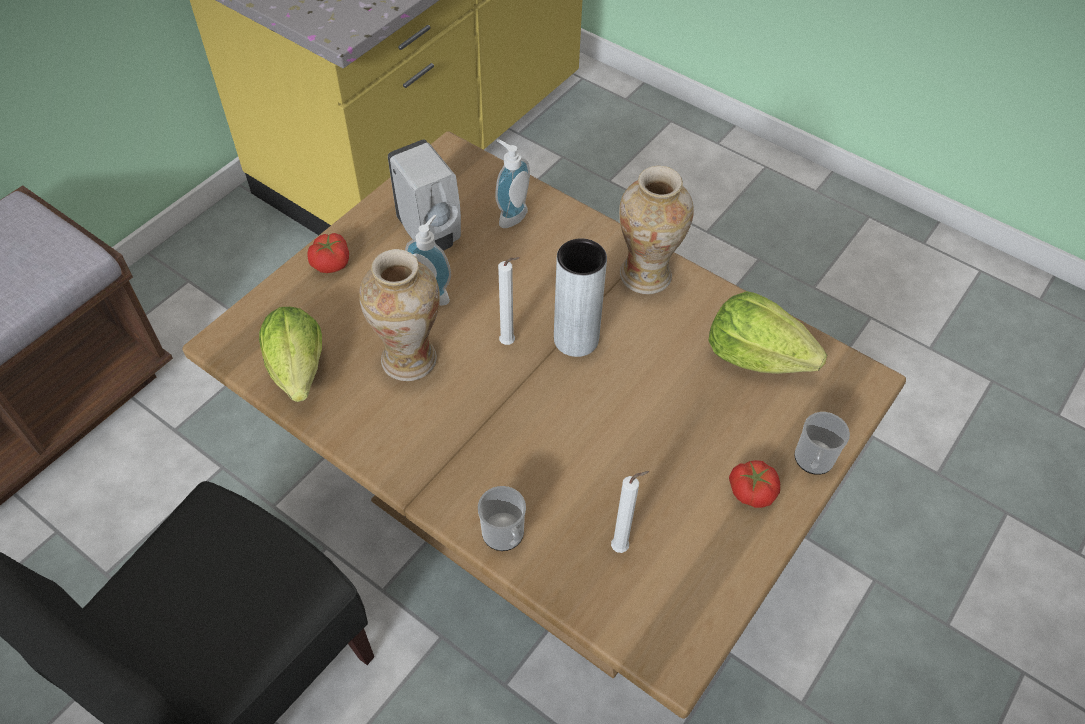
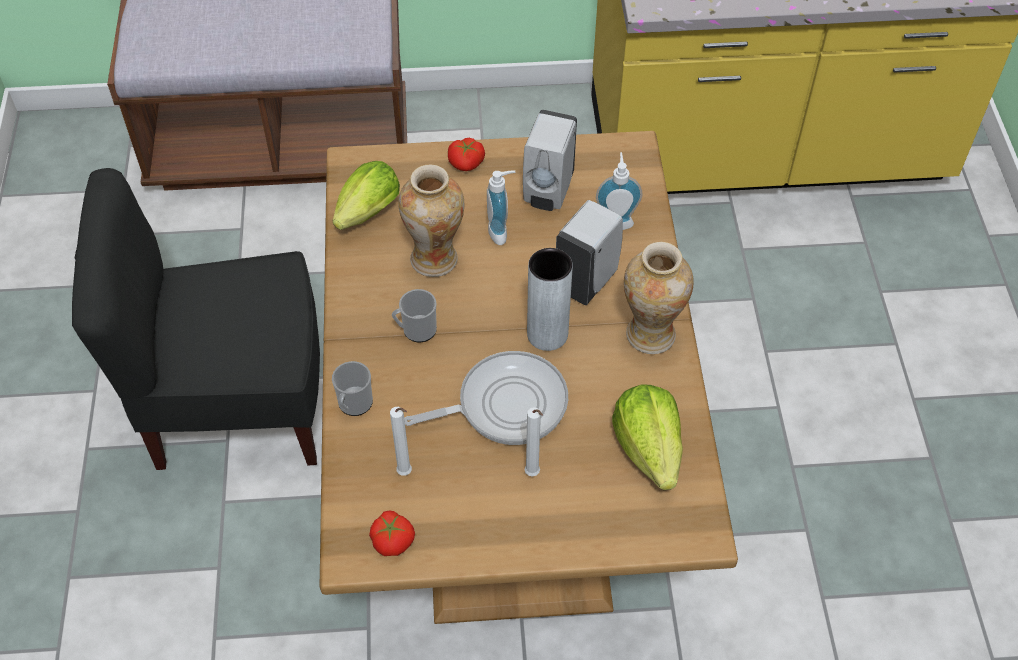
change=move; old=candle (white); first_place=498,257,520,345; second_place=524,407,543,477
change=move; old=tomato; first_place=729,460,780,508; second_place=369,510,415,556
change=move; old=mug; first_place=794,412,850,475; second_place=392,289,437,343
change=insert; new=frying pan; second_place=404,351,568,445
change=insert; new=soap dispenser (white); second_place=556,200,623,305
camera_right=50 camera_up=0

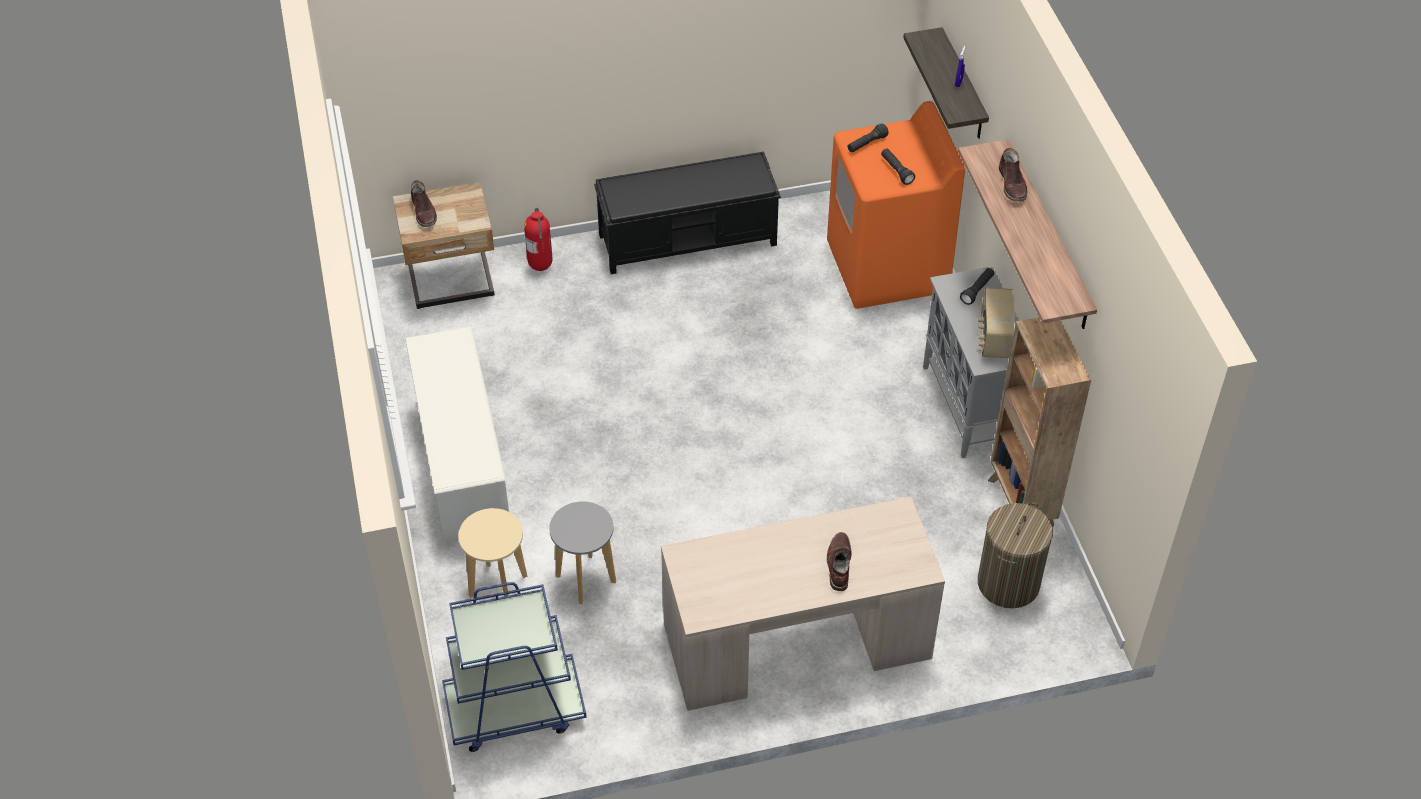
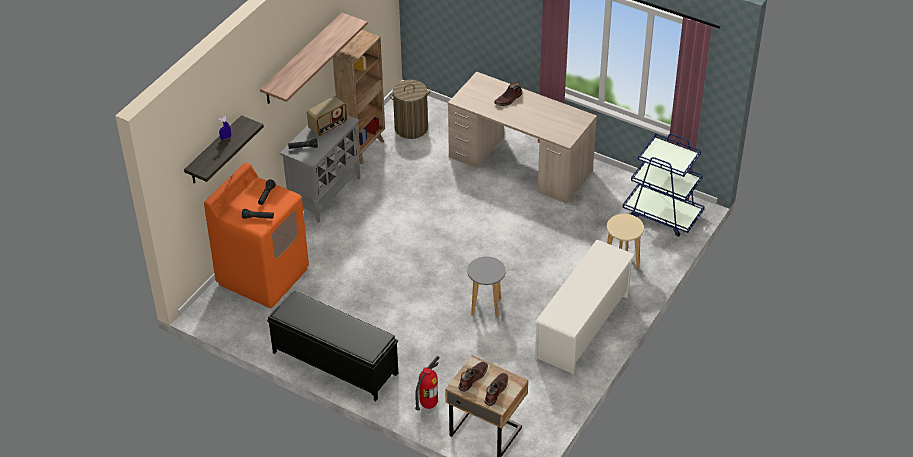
change=move; old=stool (grey); first_place=549,501,616,604; second_place=467,256,506,317
change=move; old=boot (brown); first_place=999,148,1027,202; second_place=458,362,488,392
camera_right=-135 camera_up=-5

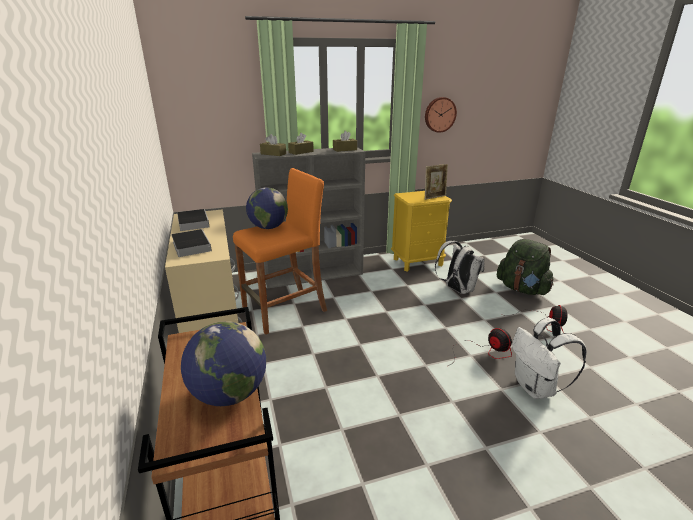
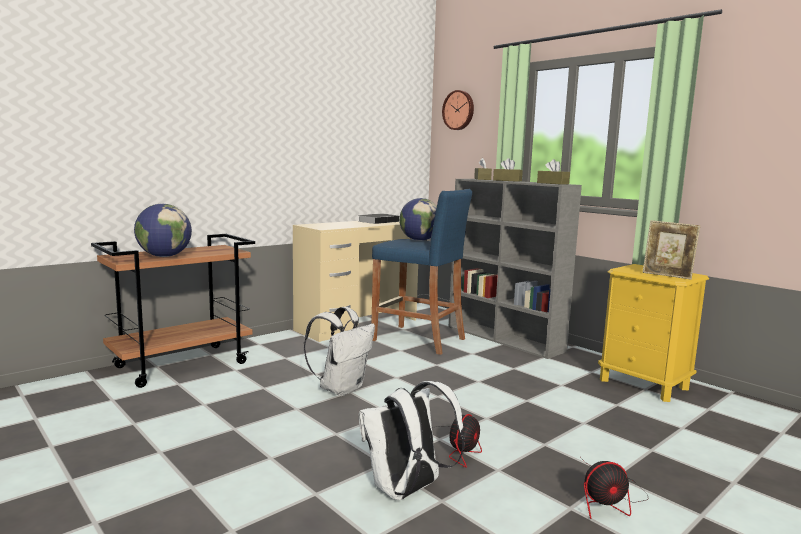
change=delete; old=book; first_place=171,229,212,257
change=recolor; old=stool (orange); new=stool (blue); first_place=233,168,327,335; second_place=371,189,472,355
change=move; old=wall clock; first_place=425,97,457,133; second_place=442,90,474,130
change=move; old=backpack (white); first_place=435,241,485,294; second_place=304,307,375,396
change=delete; old=backpack (green); first_place=497,239,554,295
camera_right=65 camera_up=-15

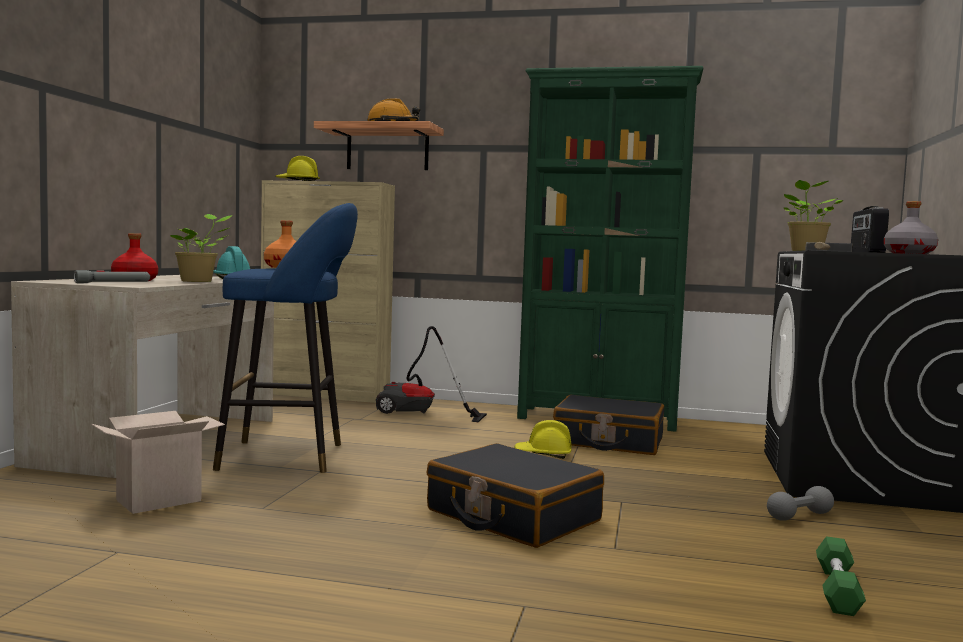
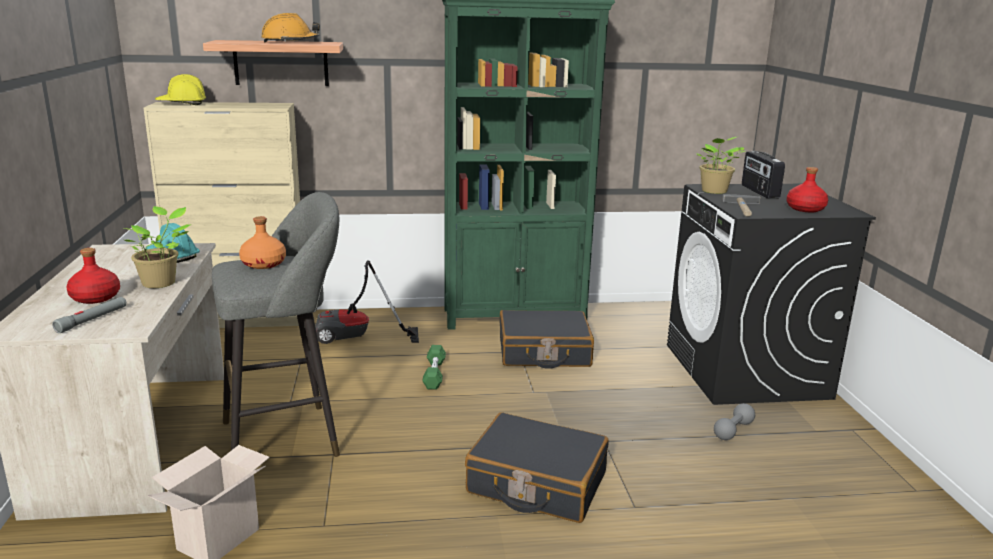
change=recolor; old=stool (blue); new=stool (grey); first_place=213,203,358,473; second_place=212,192,340,457
change=delete; old=hard hat (yellow); first_place=514,420,572,459
change=move; old=dumbbell (green); first_place=816,536,866,616; second_place=422,345,446,390
change=recolor; old=bottle (grey); new=bottle (red); first_place=884,201,938,254; second_place=786,167,828,212
camera_right=-20 camera_up=15

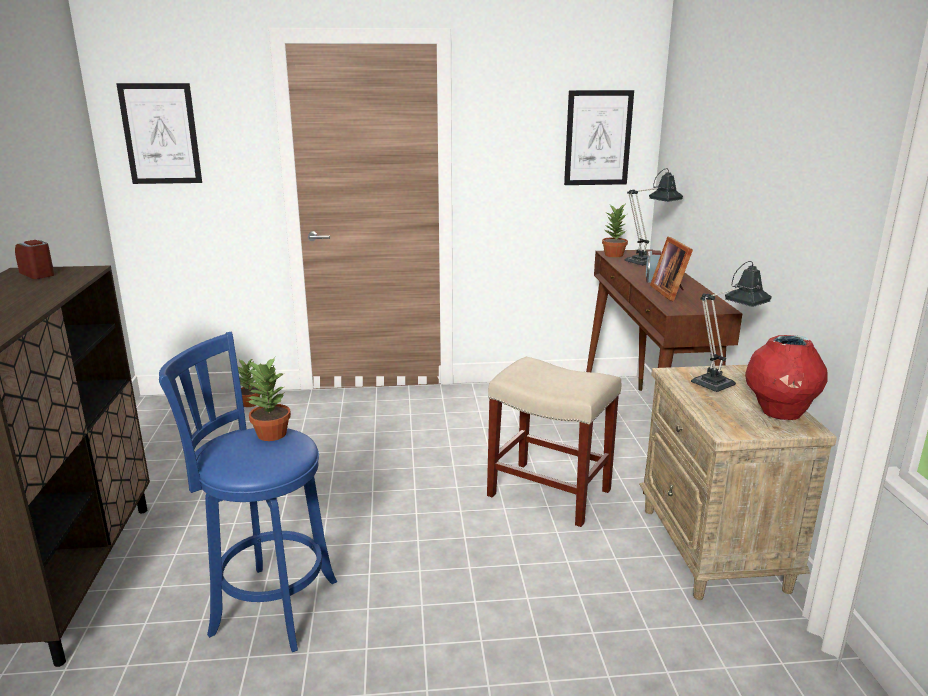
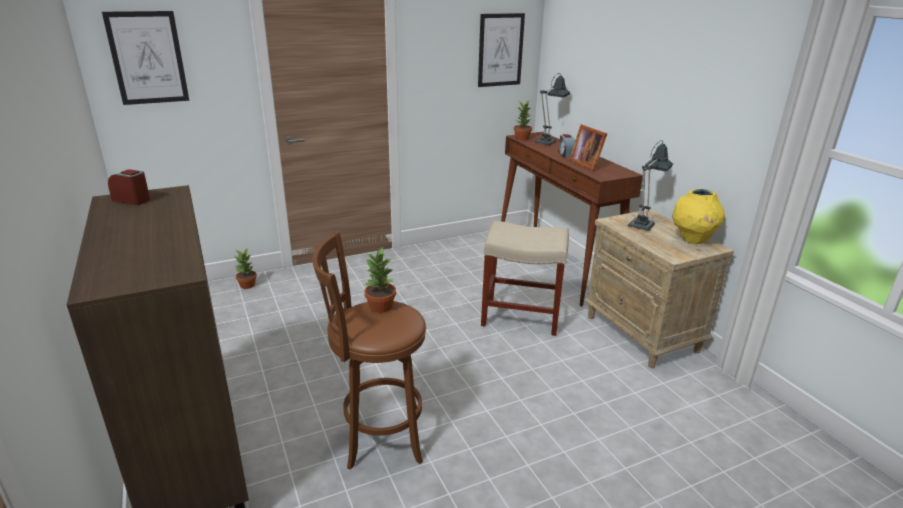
change=recolor; old=stool (blue); new=stool (brown); first_place=159,332,337,652; second_place=312,231,426,470
change=recolor; old=vase (red); new=vase (yellow); first_place=745,335,827,420; second_place=672,188,725,244
camera_right=-20 camera_up=5

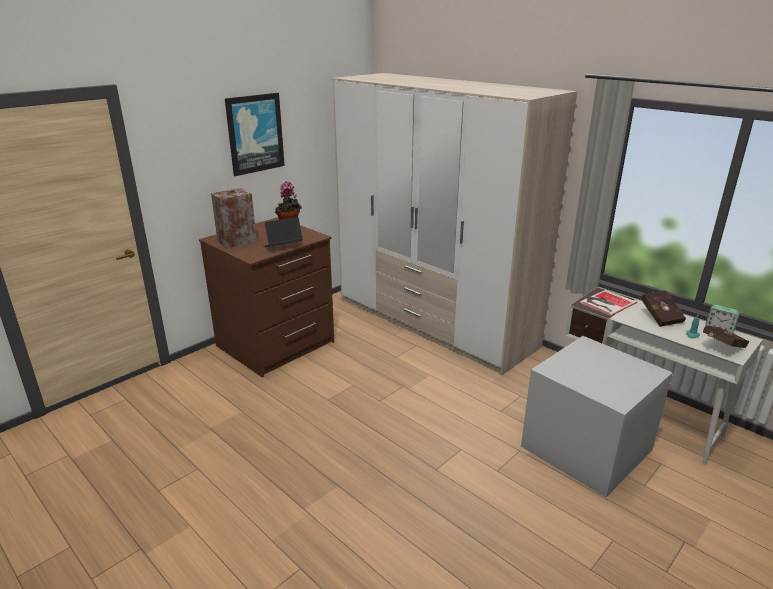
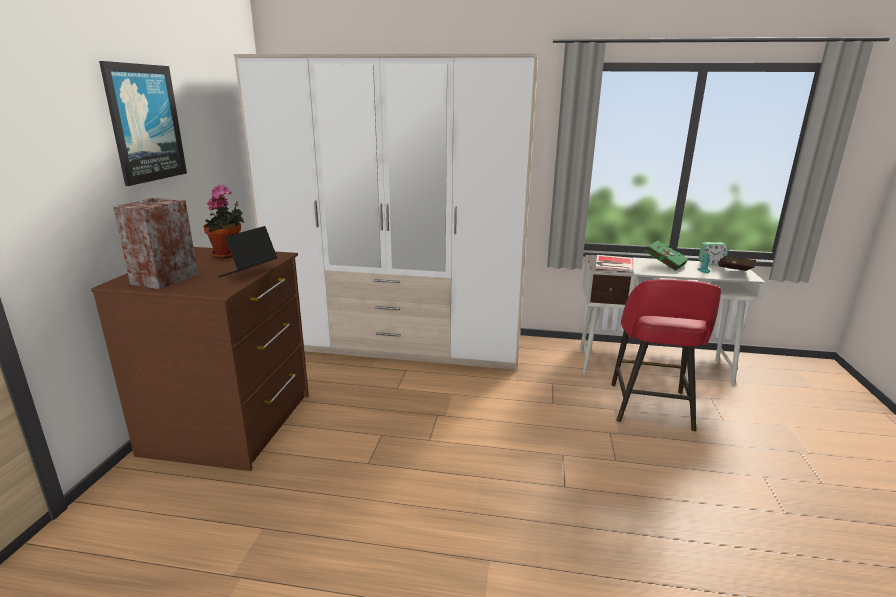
change=replace; old=storage box (grey); new=stool (red); first_place=521,336,673,497; second_place=611,279,721,432
change=recolor; old=book (red); new=book (green); first_place=640,290,686,327; second_place=645,241,688,271
camera_right=-35 camera_up=-5

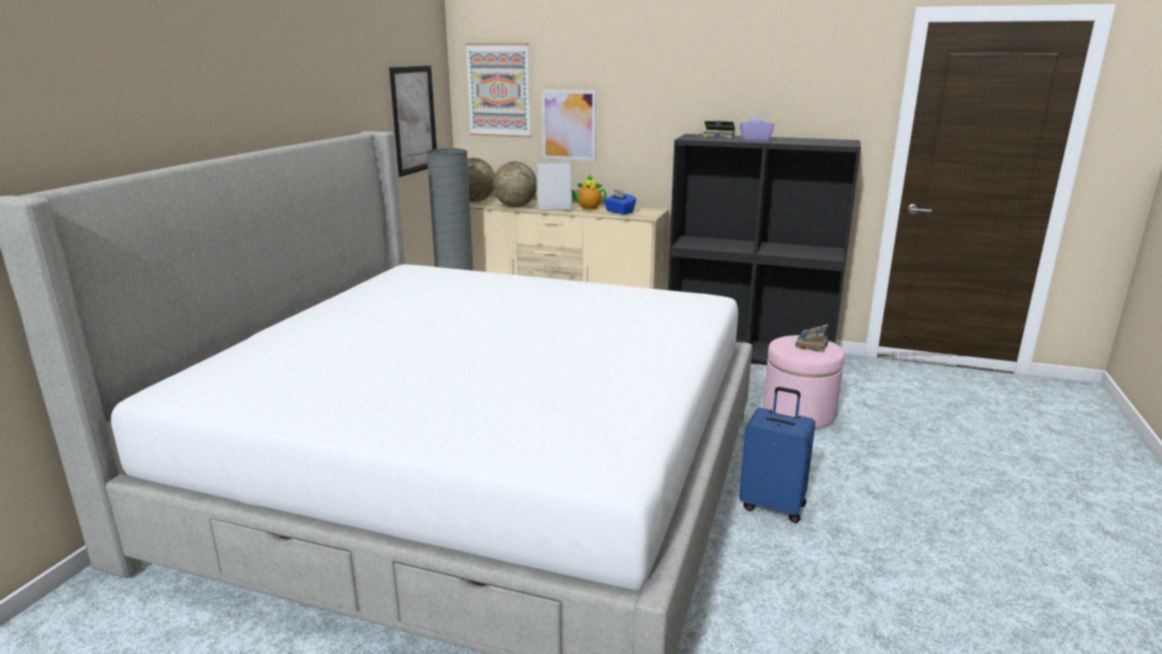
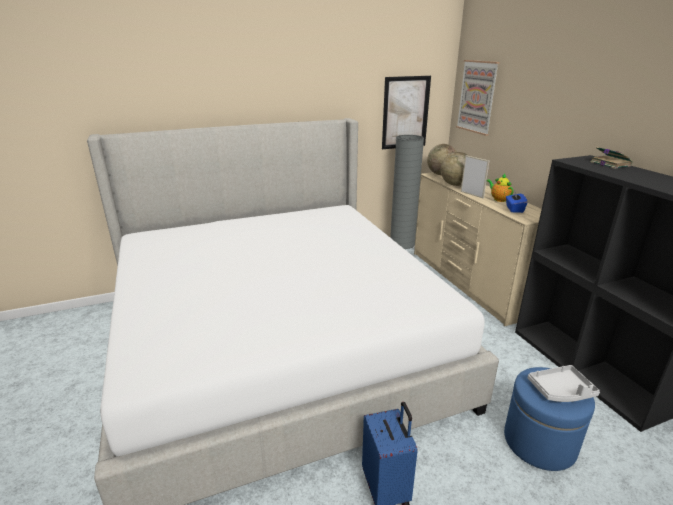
change=delete; old=picture; first_place=542,90,596,161
change=delete; old=tissue box (purple); first_place=740,114,774,141
change=recolor; old=ottoman (pink); new=ottoman (blue); first_place=763,335,845,429; second_place=504,367,595,471
change=replace; old=book; new=tray (grey); first_place=795,324,829,352; second_place=528,365,600,402
camera_right=50 camera_up=5

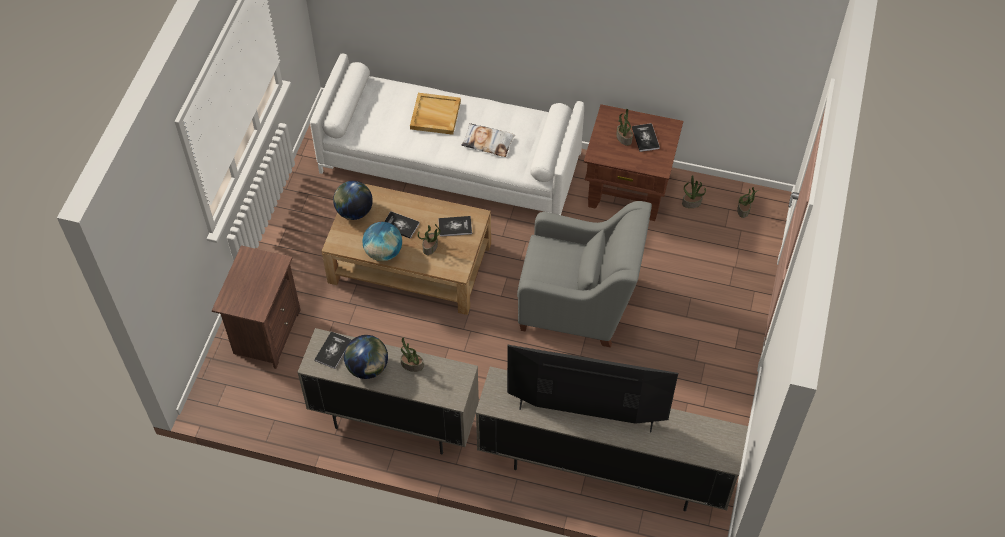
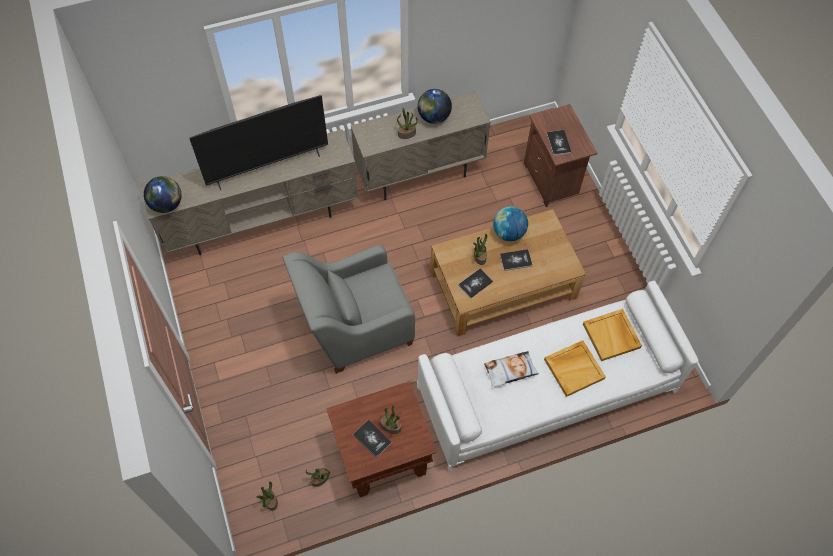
change=move; old=book; first_place=314,331,352,369; second_place=546,130,571,156
change=move; old=globe; first_place=333,181,373,220; second_place=144,176,182,213
change=insert; new=tray (beige); second_place=583,309,642,361
camera_right=145 camera_up=5

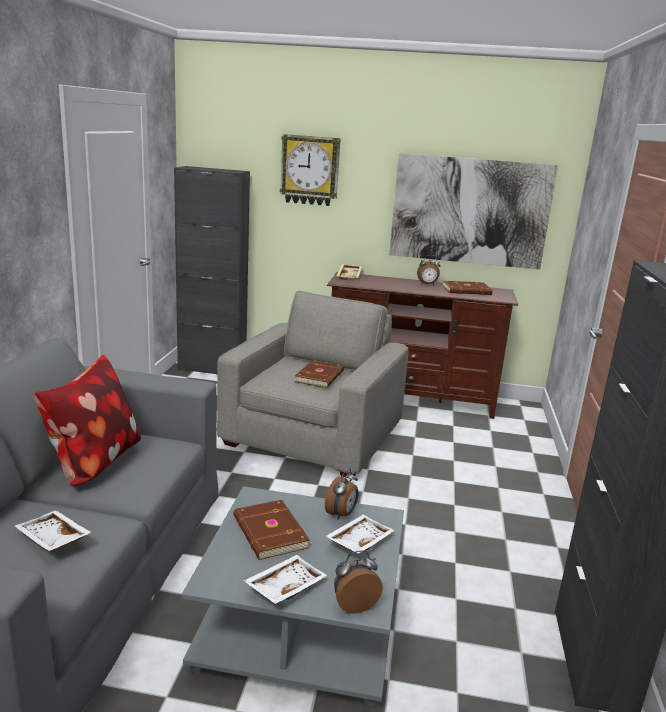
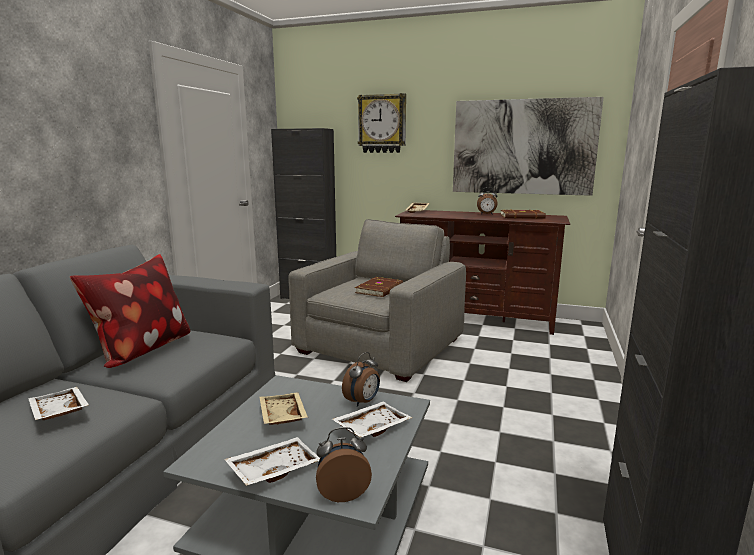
change=replace; old=book (brown); new=tray (beige); first_place=234,500,310,560; second_place=260,392,308,425
camera_right=10 camera_up=-5

